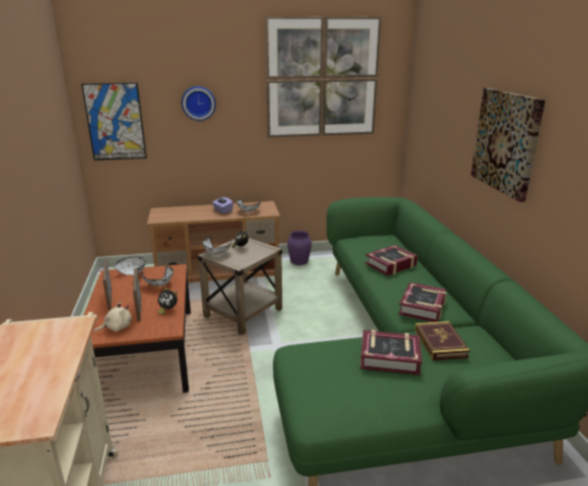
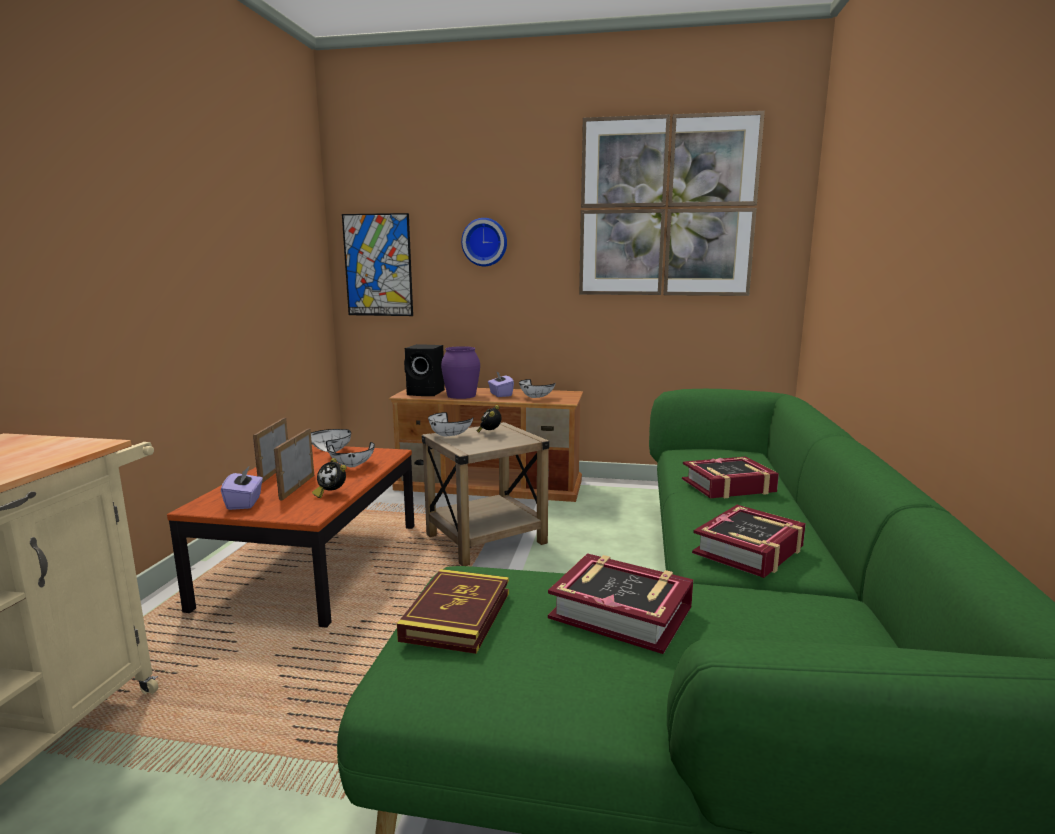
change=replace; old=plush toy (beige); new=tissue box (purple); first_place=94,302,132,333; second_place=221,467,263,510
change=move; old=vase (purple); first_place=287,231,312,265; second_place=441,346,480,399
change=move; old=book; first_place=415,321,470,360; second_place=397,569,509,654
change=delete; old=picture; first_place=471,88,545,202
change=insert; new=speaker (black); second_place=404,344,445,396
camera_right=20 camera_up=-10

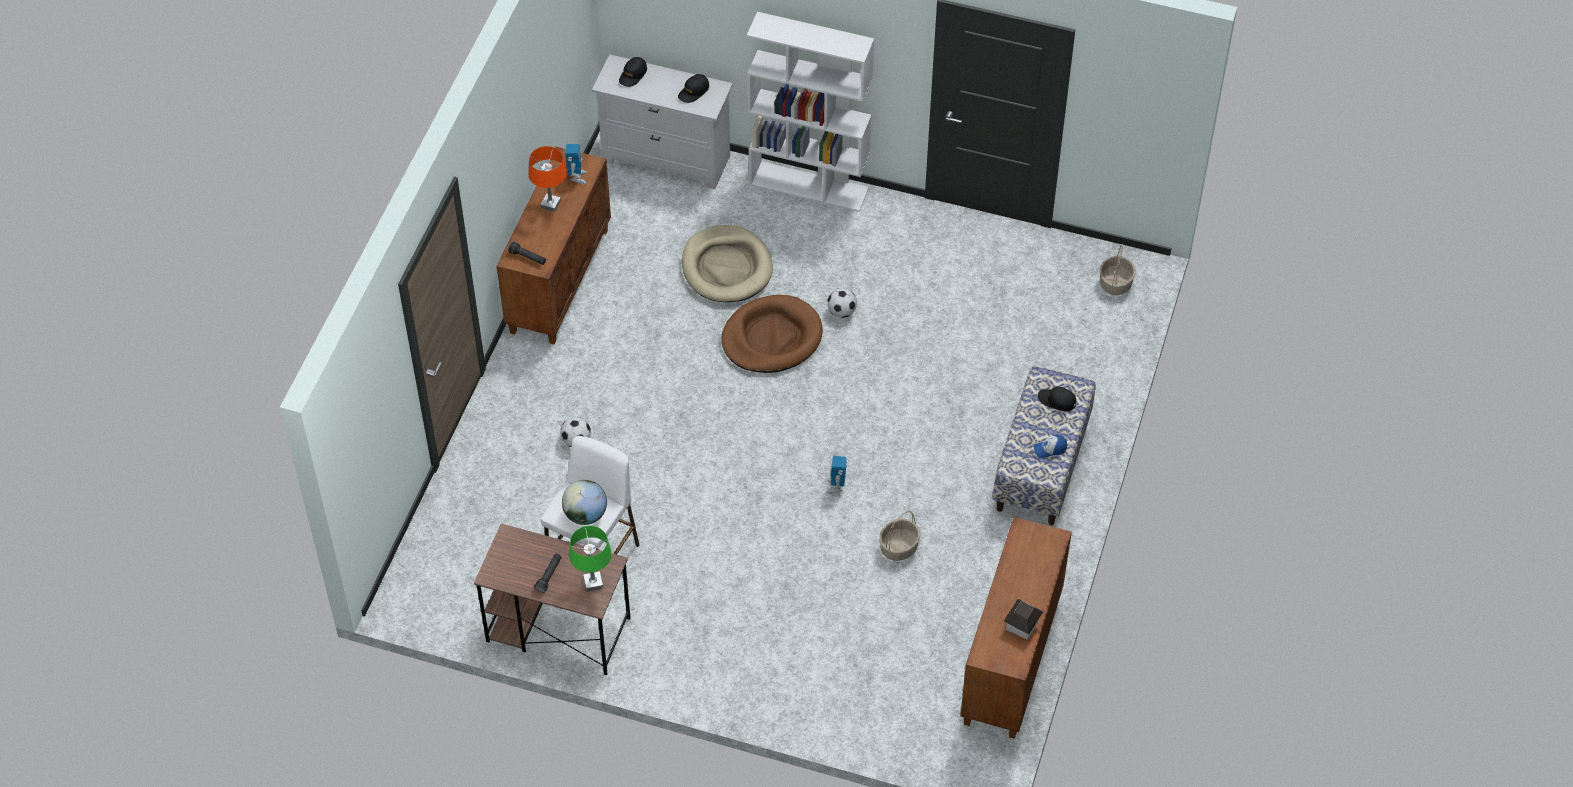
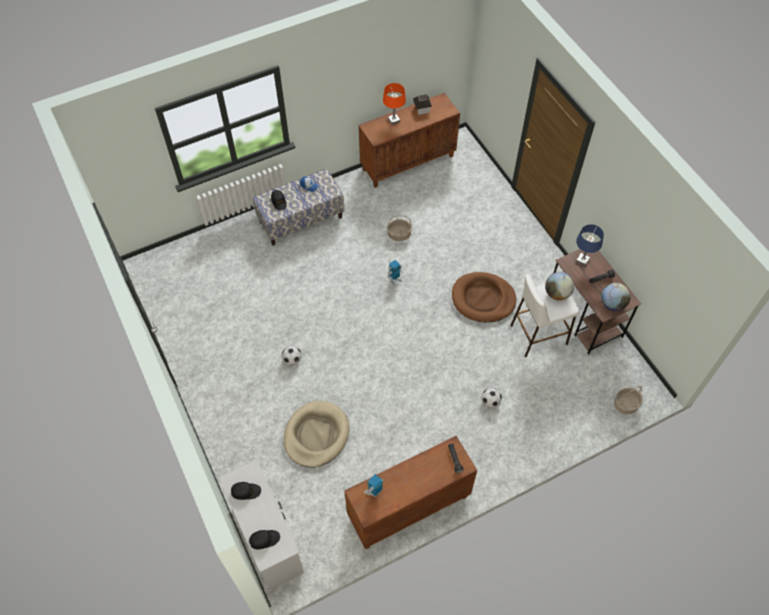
change=move; old=table lamp (orange); first_place=528,146,567,212; second_place=383,83,406,125
change=recolor; old=table lamp (green); new=table lamp (blue); first_place=569,526,612,591; second_place=576,224,604,266
change=move; old=dog bed (brown); first_place=722,295,823,373; second_place=452,272,516,323
change=delete; old=bookcase (white); first_place=747,12,874,212
change=move; old=basket; first_place=1100,244,1135,295; second_place=614,386,643,414
change=insert; new=globe; second_place=601,283,631,311
camera_right=-135 camera_up=5

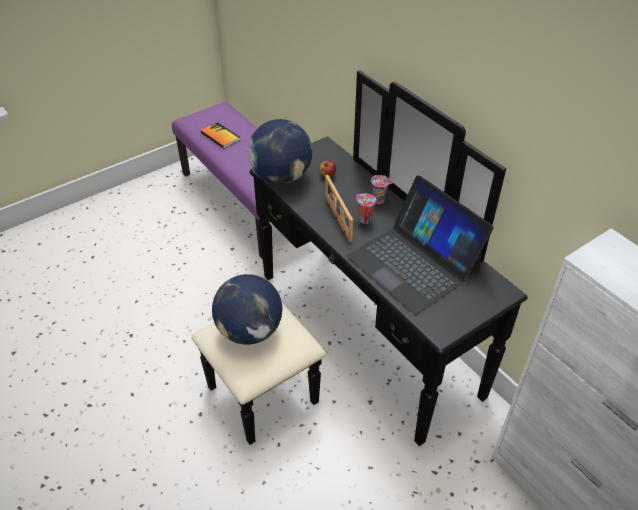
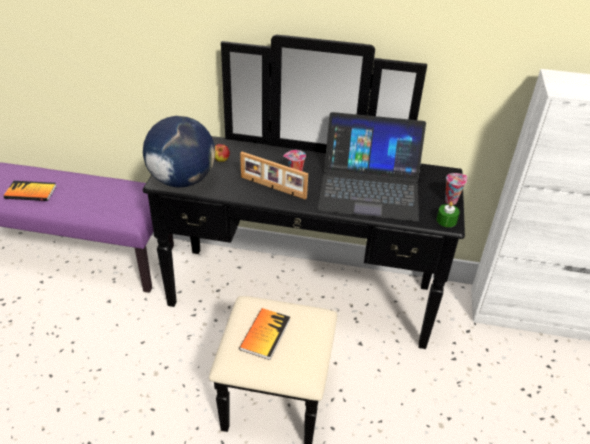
change=replace; old=globe; new=book; first_place=212,274,282,345; second_place=239,308,290,360
change=move; old=cup; first_place=371,175,393,204; second_place=445,173,467,205
change=insert; new=candle (green); second_place=437,202,460,227
camera_right=-45 camera_up=-5

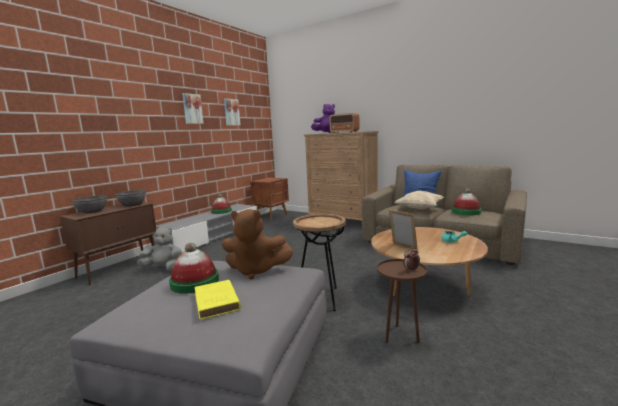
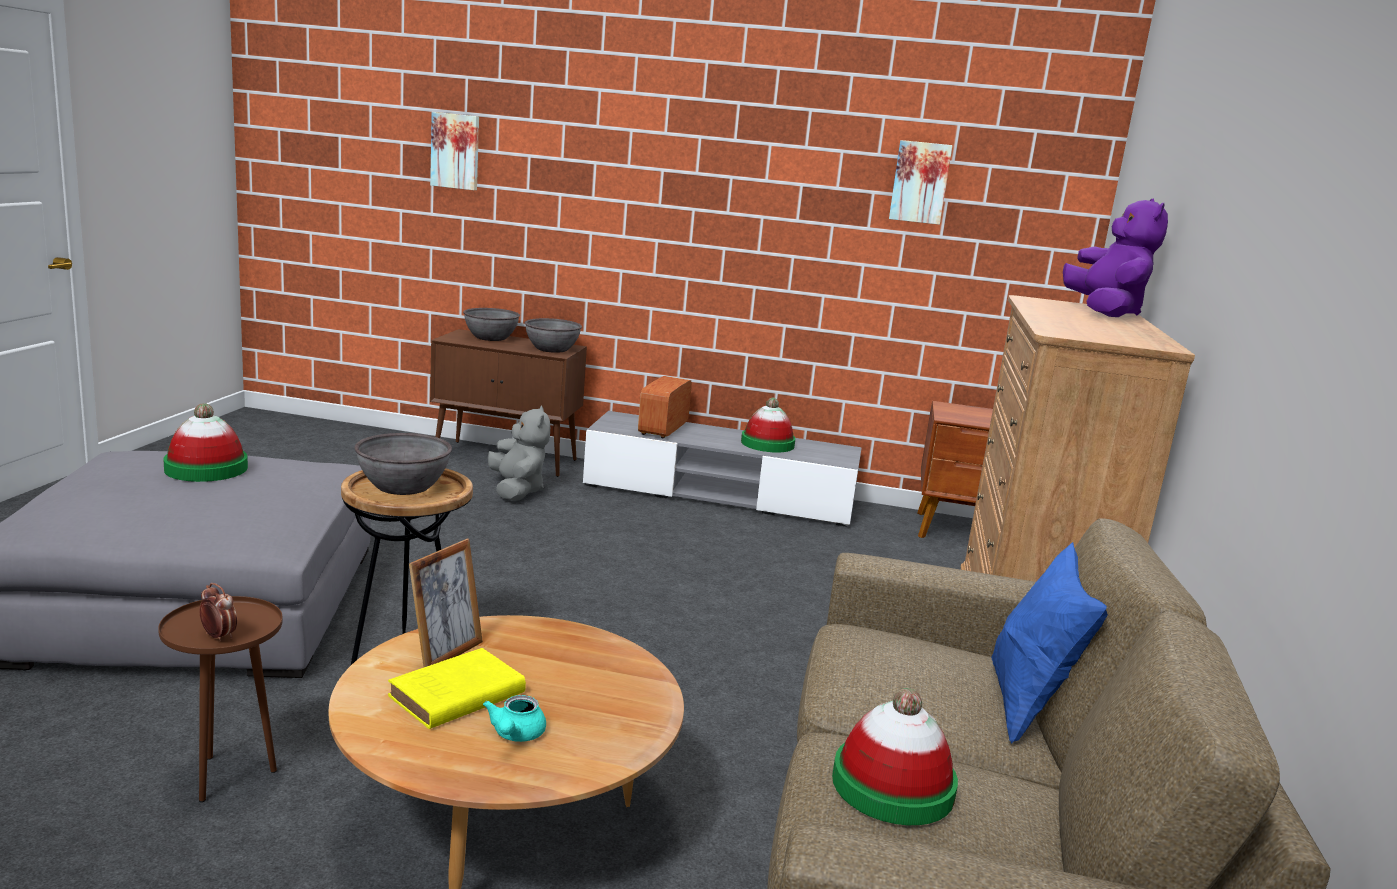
change=move; old=picture; first_place=182,93,204,124; second_place=430,112,479,190
change=move; old=book (yellow); first_place=194,280,241,320; second_place=388,648,526,729
change=delete; old=plush toy (brown); first_place=222,209,293,279
change=move; old=radio; first_place=329,113,359,133; second_place=638,376,692,439
change=delete; old=pillow (beige); first_place=395,191,444,209
change=insert; new=bowl (grey); second_place=355,433,452,495
camera_right=65 camera_up=5

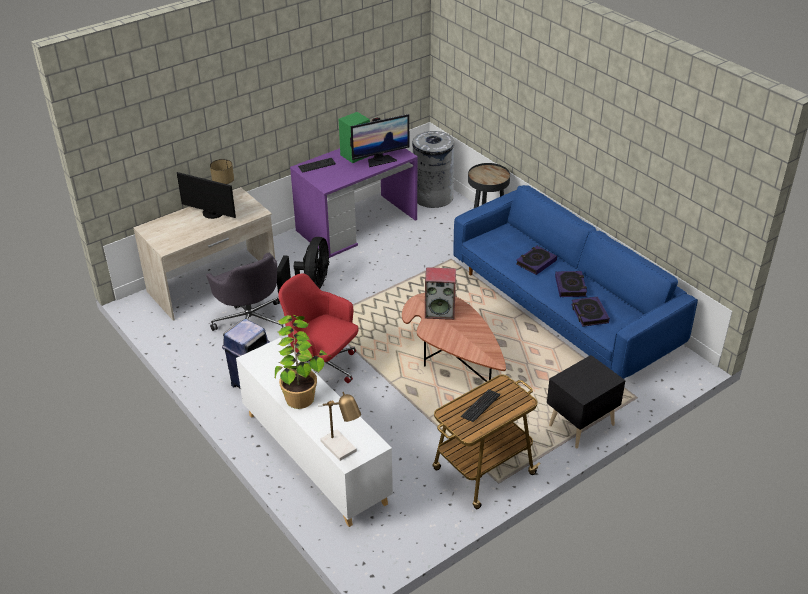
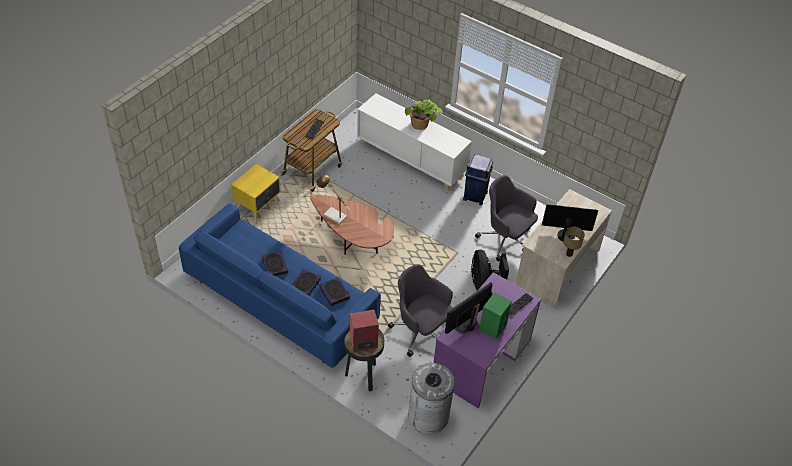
change=delete; old=office chair (red); first_place=278,273,359,383
change=move; old=table lamp; first_place=318,392,361,461; second_place=316,175,350,224
change=move; old=speaker; first_place=425,267,456,320; second_place=350,309,379,352
change=recolor; old=nightstand (black); new=nightstand (yellow); first_place=547,355,625,448; second_place=231,164,281,224
change=move; old=book; first_place=571,296,610,327; second_place=319,277,350,306
change=insert; new=office chair (grey); second_place=388,264,453,357
camera_right=160 camera_up=10

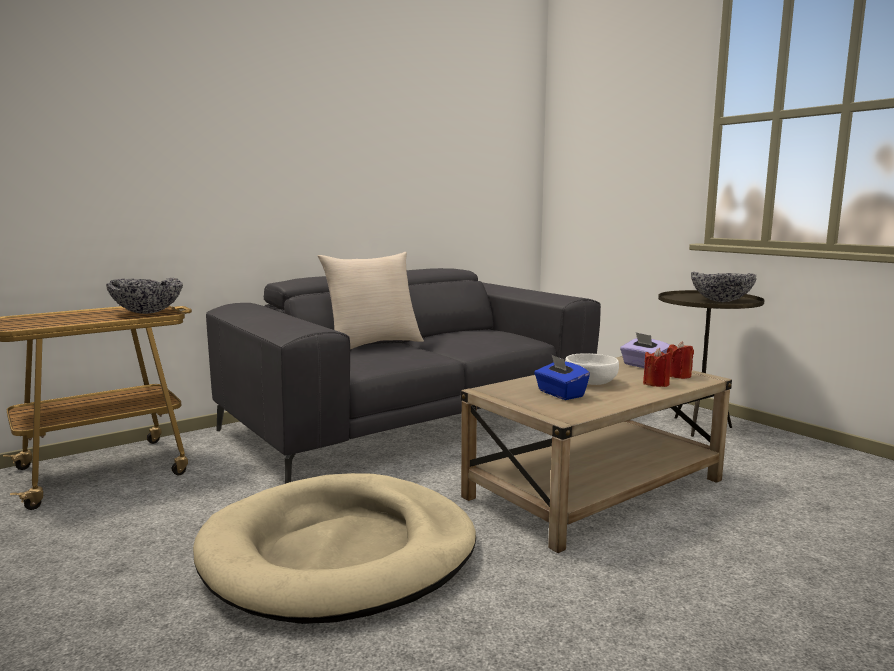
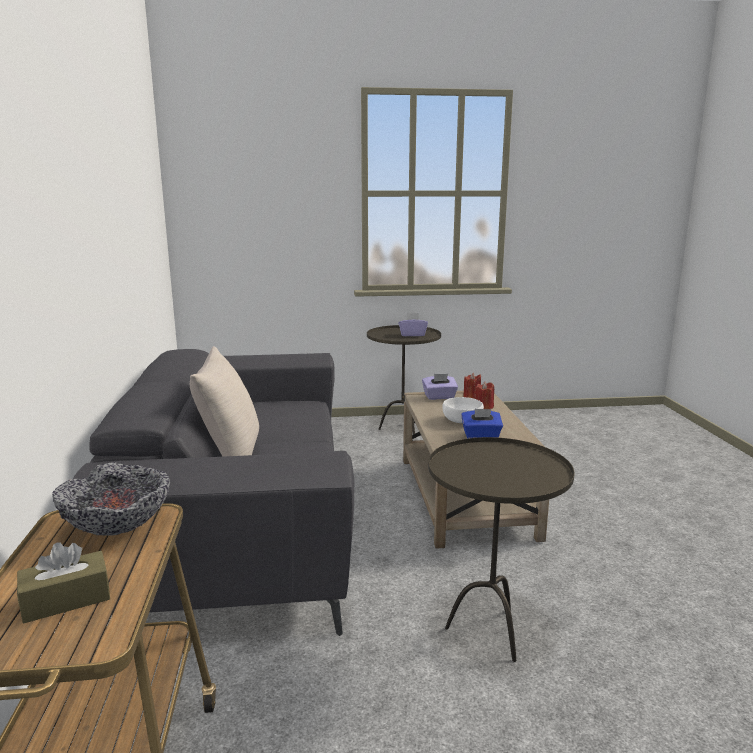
change=replace; old=dog bed (beige); new=side table (brown); first_place=193,473,476,624; second_place=428,437,574,662
change=replace; old=bowl; new=tissue box (purple); first_place=691,272,756,302; second_place=398,313,428,336
change=insert; new=tissue box (brown); second_place=17,542,110,623
camera_right=-60 camera_up=5

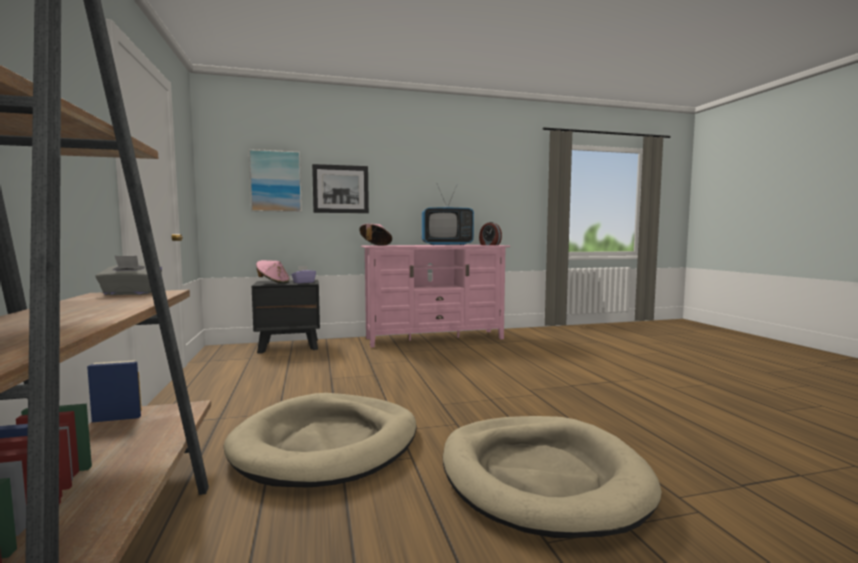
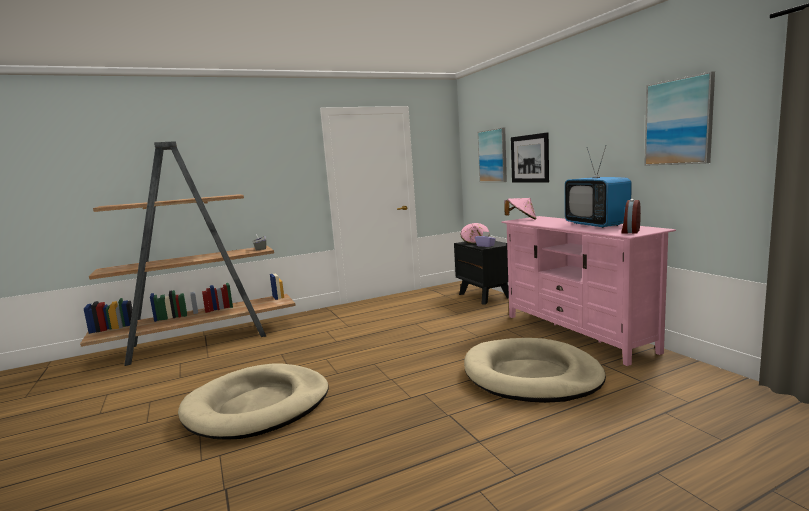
change=move; old=dog bed (beige); first_place=224,393,417,487; second_place=464,338,606,403
change=insert; new=picture; second_place=644,71,715,166
camera_right=80 camera_up=5

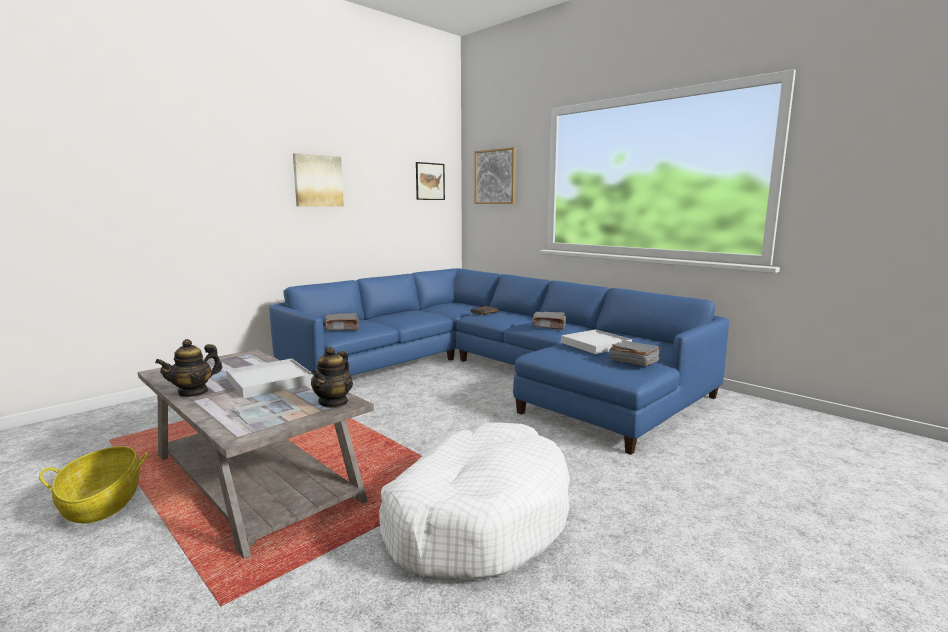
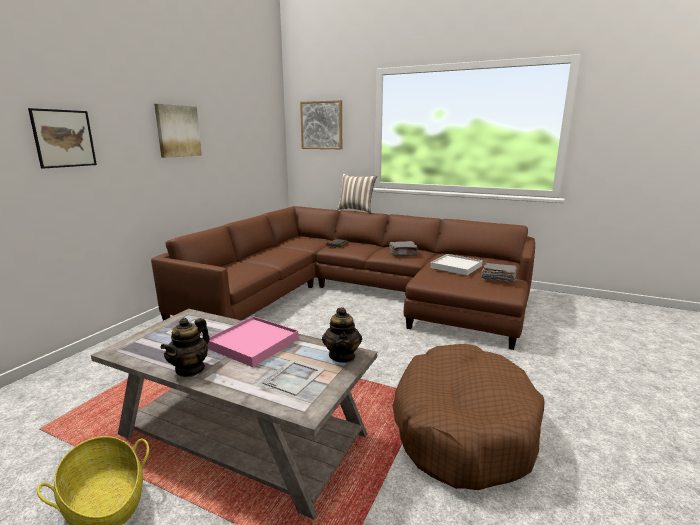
change=recolor; old=tray (white); new=tray (pink); first_place=226,359,313,399; second_place=207,316,299,367
change=recolor; old=sofa (blue); new=sofa (brown); first_place=269,268,729,455; second_place=151,206,535,350
change=delete; old=book (grey); first_place=325,313,359,331
change=recolor; old=dog bed (white); new=dog bed (brown); first_place=379,422,570,579; second_place=392,344,545,490
change=move; old=picture; first_place=416,162,445,200; second_place=28,108,97,169
change=insert; new=pillow; second_place=337,174,377,213
camera_right=-20 camera_up=5

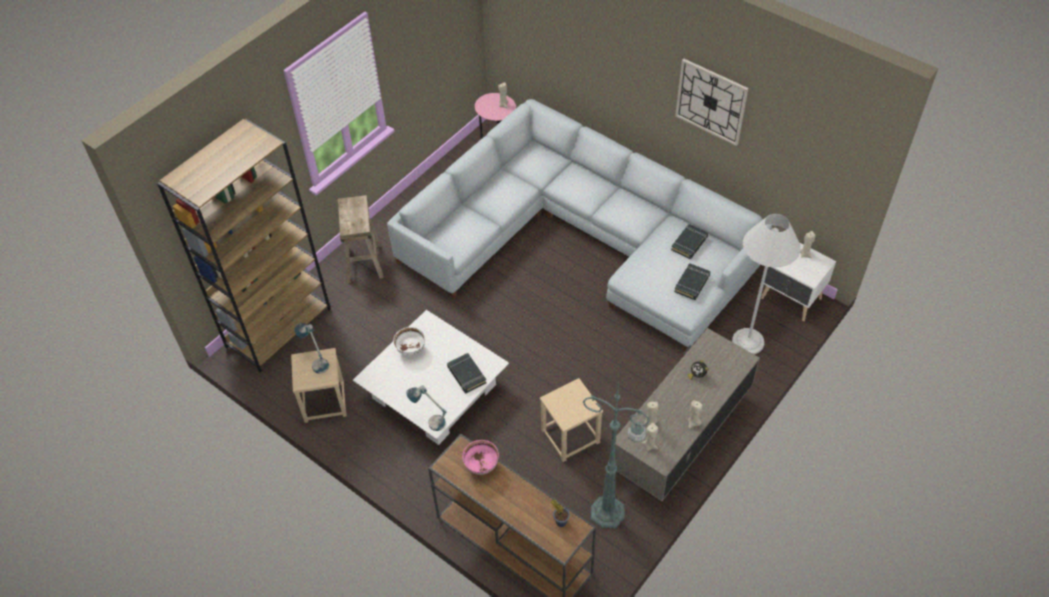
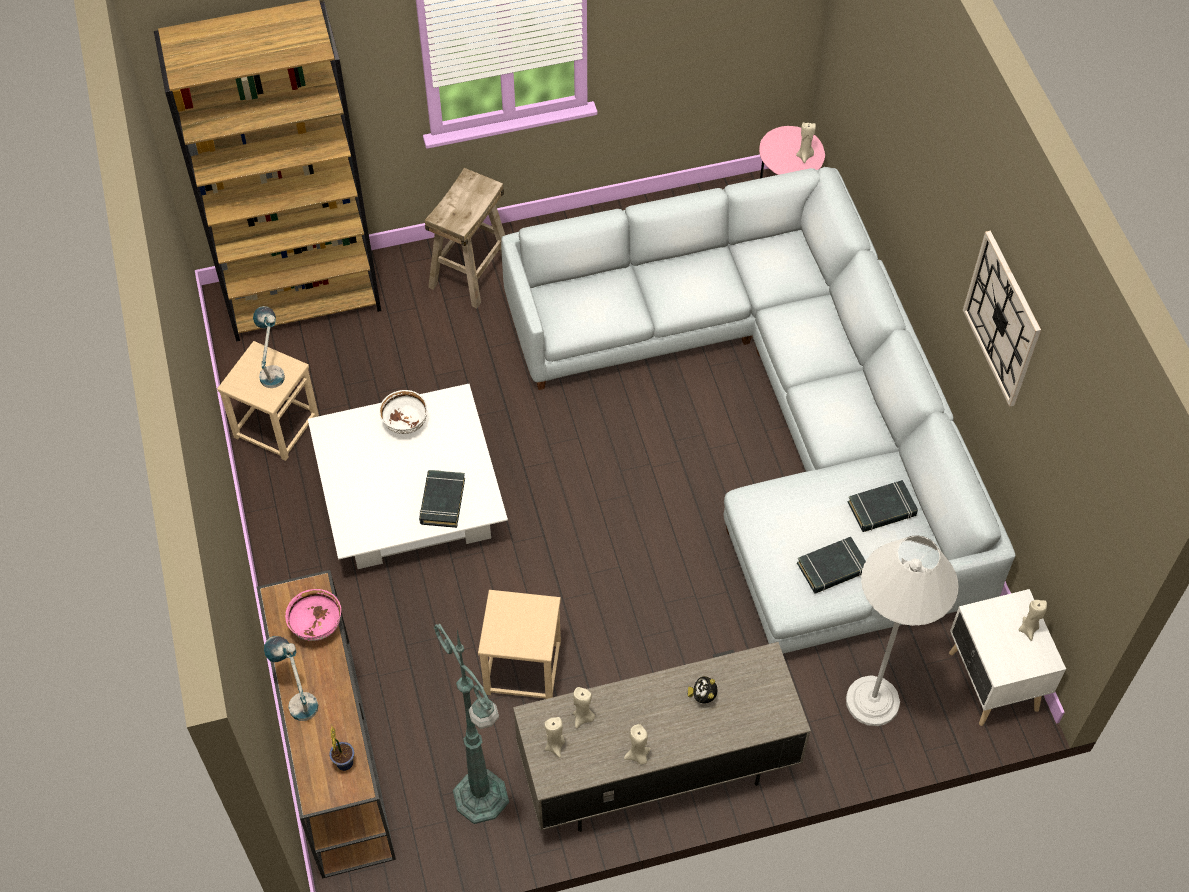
change=move; old=table lamp; first_place=406,385,446,431; second_place=264,636,318,721
camera_right=35 camera_up=5

